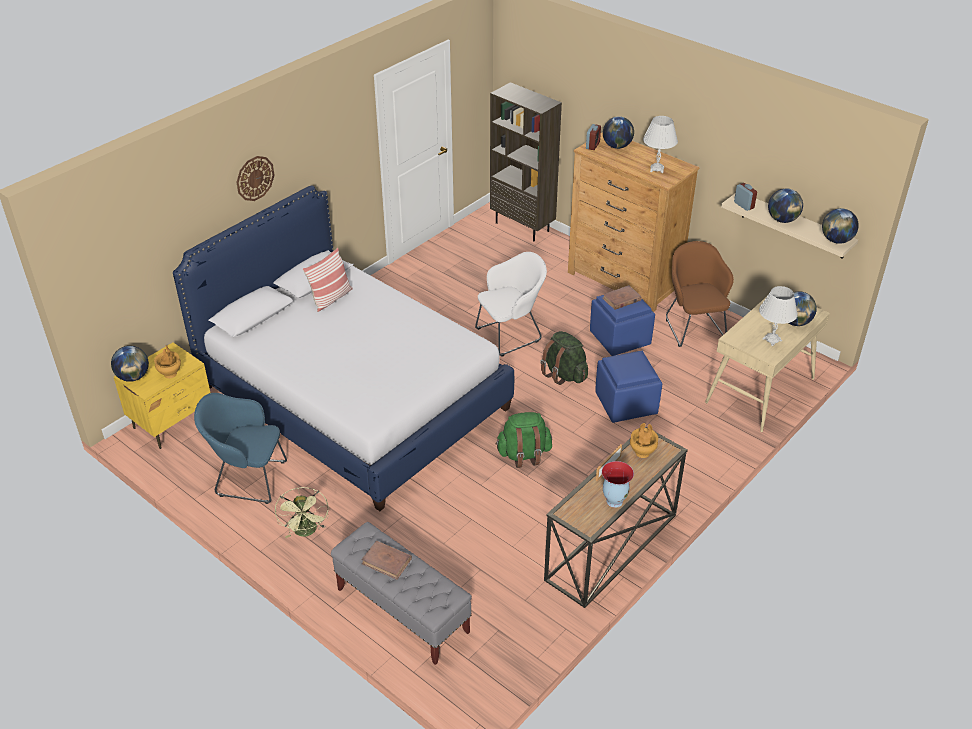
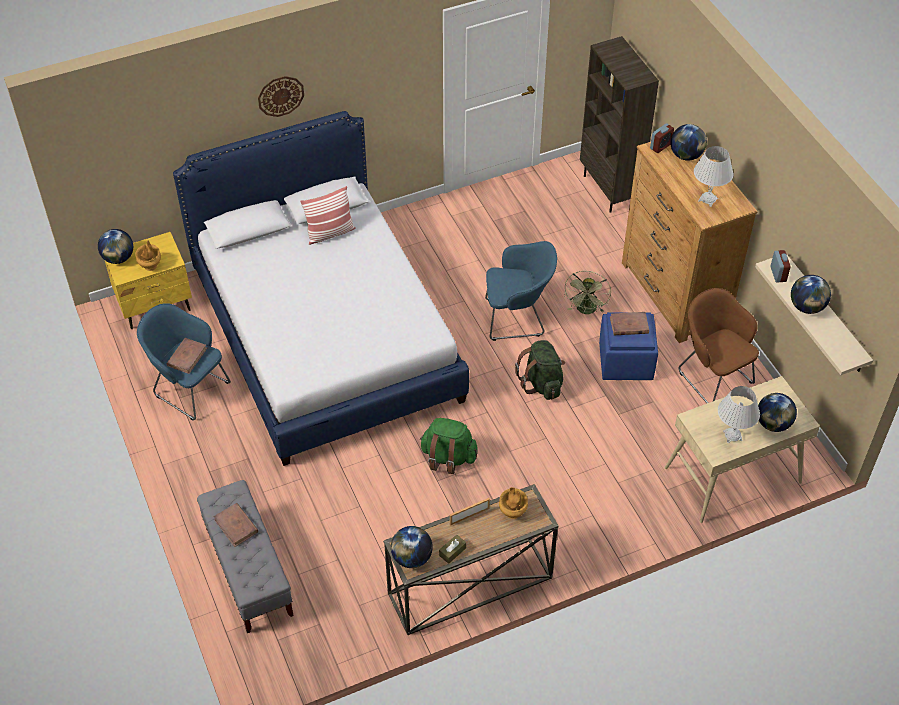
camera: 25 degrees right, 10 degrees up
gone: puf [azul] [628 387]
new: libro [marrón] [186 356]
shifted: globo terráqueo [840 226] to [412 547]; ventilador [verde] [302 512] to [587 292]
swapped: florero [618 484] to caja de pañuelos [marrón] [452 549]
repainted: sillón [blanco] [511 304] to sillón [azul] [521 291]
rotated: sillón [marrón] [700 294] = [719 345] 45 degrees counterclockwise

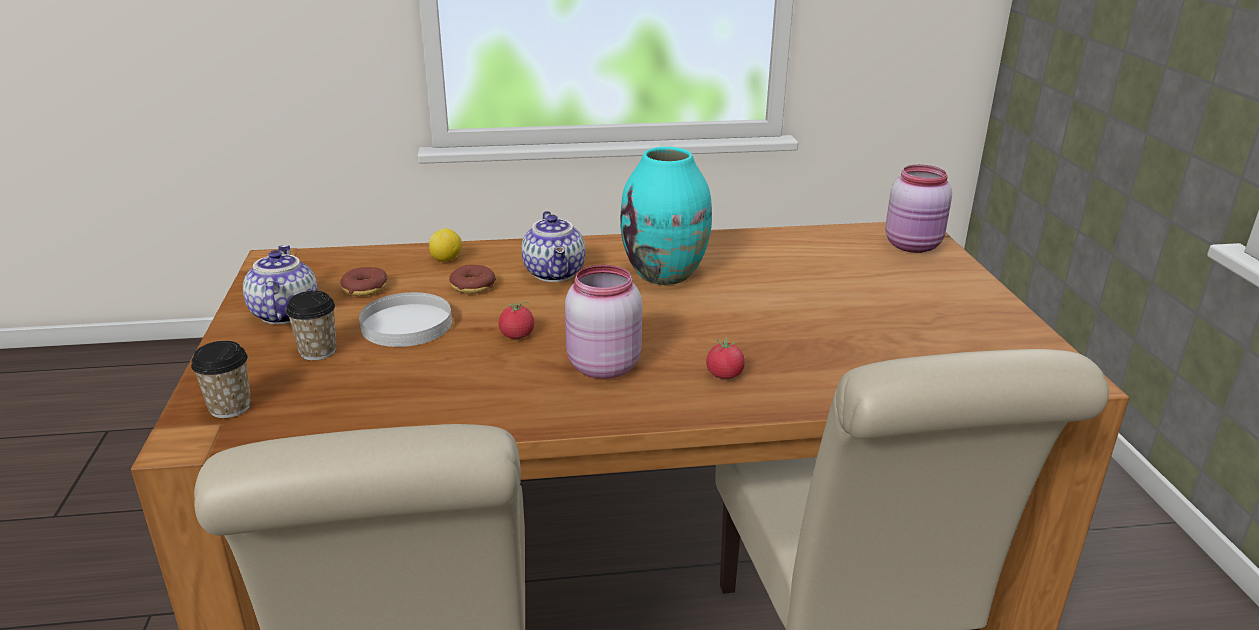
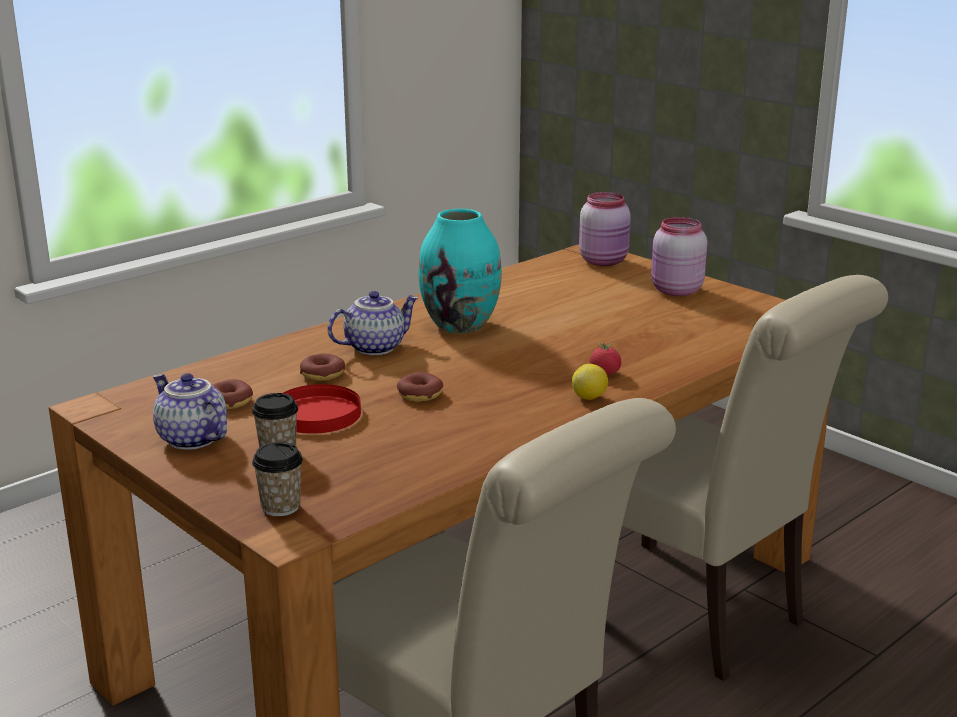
camera: 35 degrees left, 5 degrees down
shifted: limón [445 245] to [590 382]; tarro [rosa] [603 322] to [679 256]
swapped: tomate [516 320] to rosquilla [420 387]
repainted: plato [blanco] [405 319] to plato [rojo] [322 409]
rotated: tetera [553 246] = [373 323] 75 degrees counterclockwise

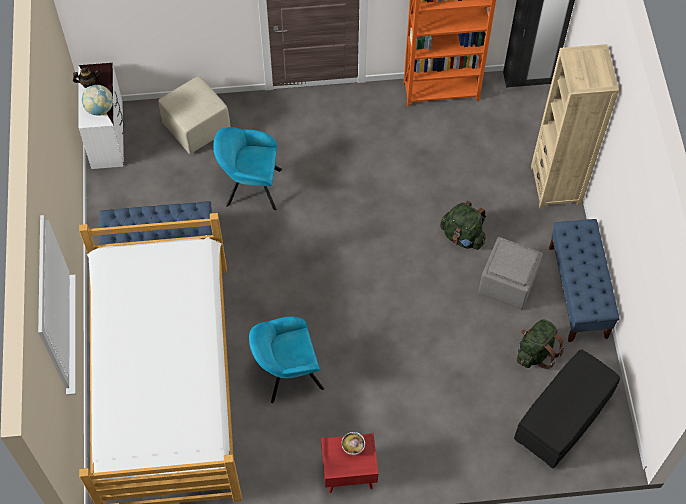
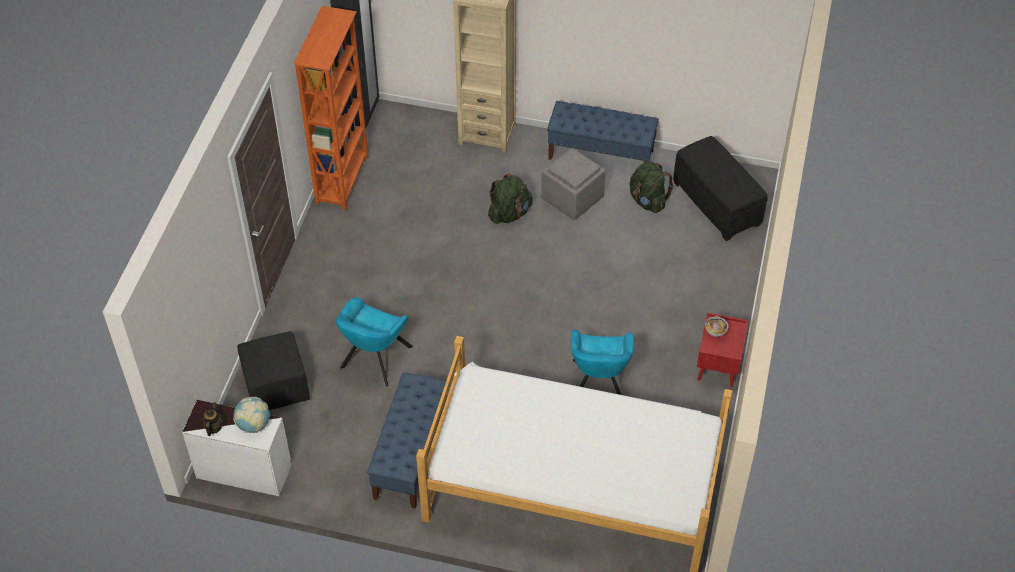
camera: 70 degrees left, 10 degrees down
repainted: puf [beis] [194 115] to puf [negro] [273 370]

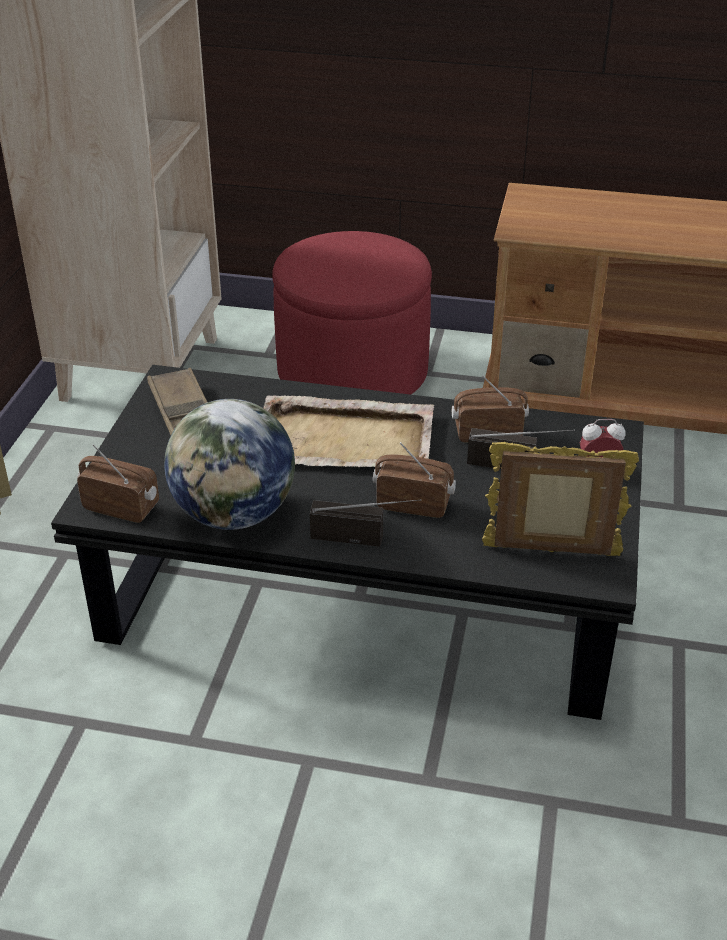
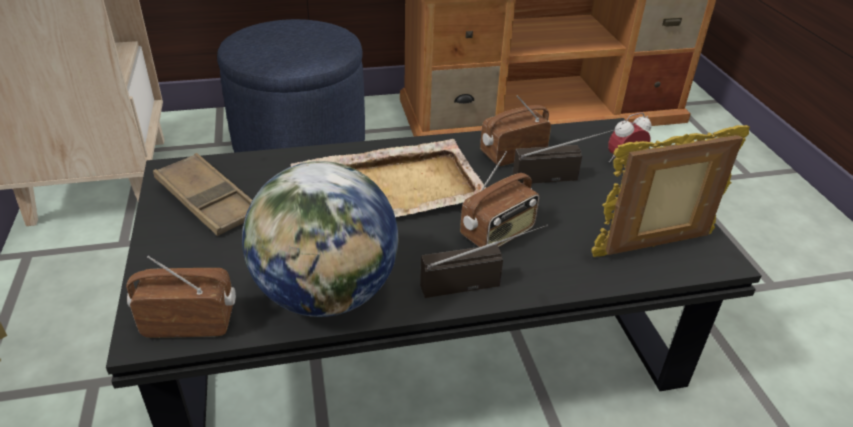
camera: 25 degrees left, 0 degrees up
repainted: puf [rojo] [352 313] to puf [azul] [291 86]
rotated: radio [414 480] = [499 199] 150 degrees clockwise

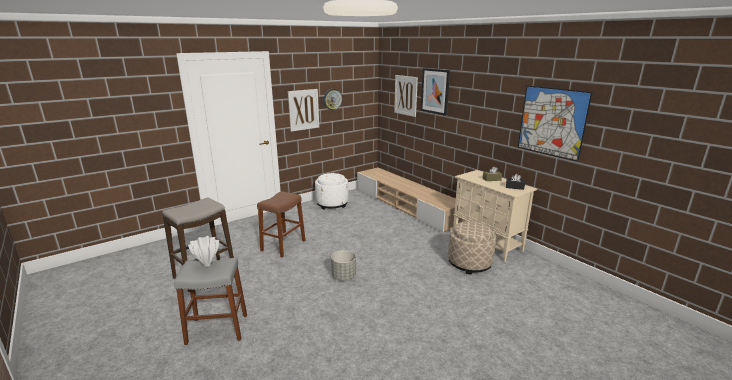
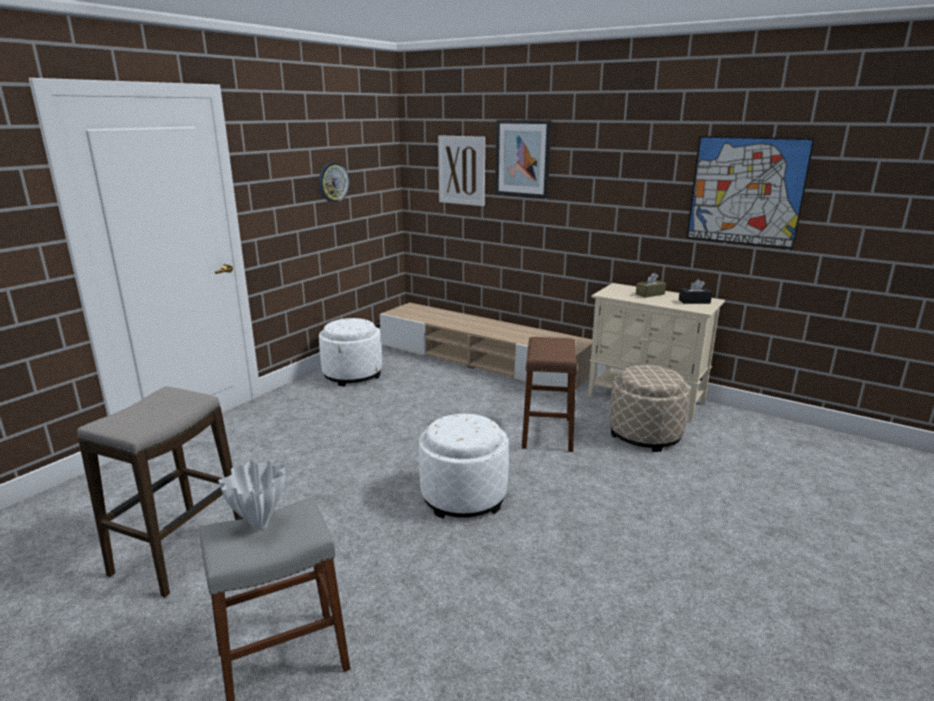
camera: 20 degrees left, 0 degrees up
gone: cuadro [303 110]
shifted: taburete [marrón] [281 224] to [549 394]
swapped: maceta [gris] [343 265] to puf [blanco] [464 466]

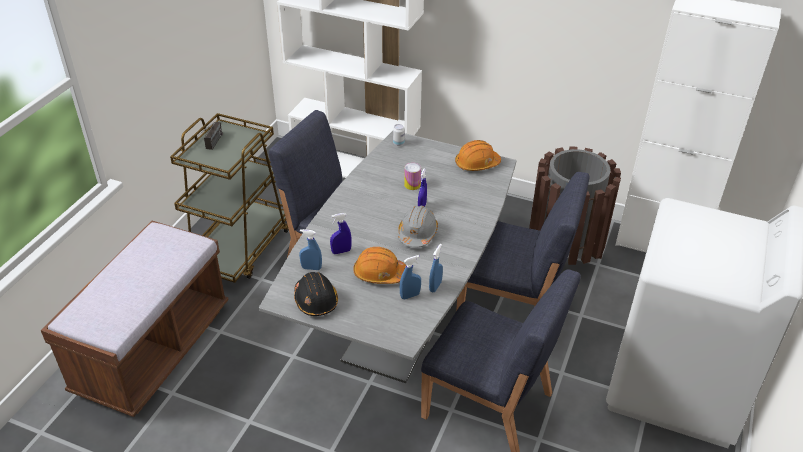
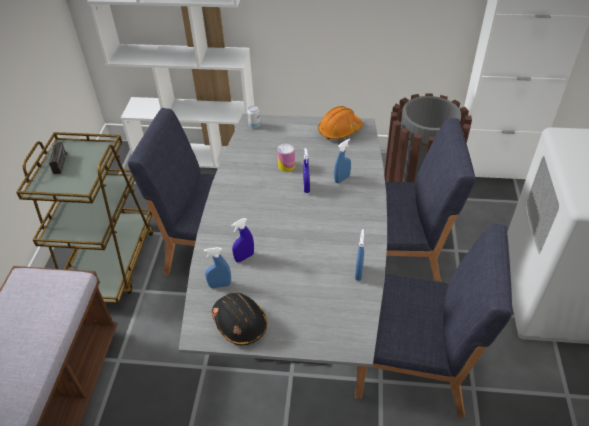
camera: 15 degrees left, 5 degrees up
gone: casco [naranja] [379 265]; casco [gris] [418 227]
shifted: pulverizador [azul] [410 277] to [342 160]

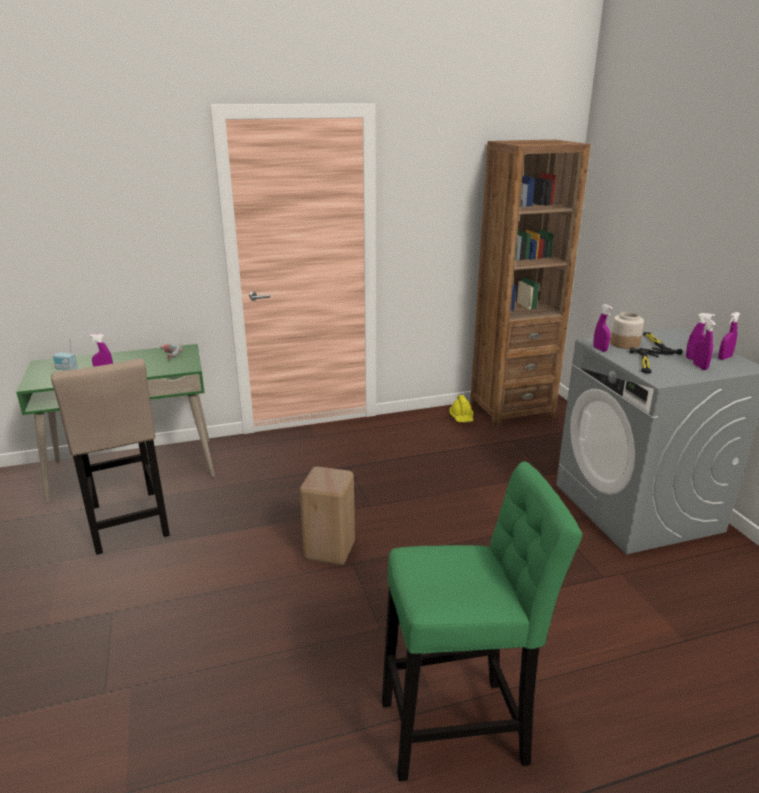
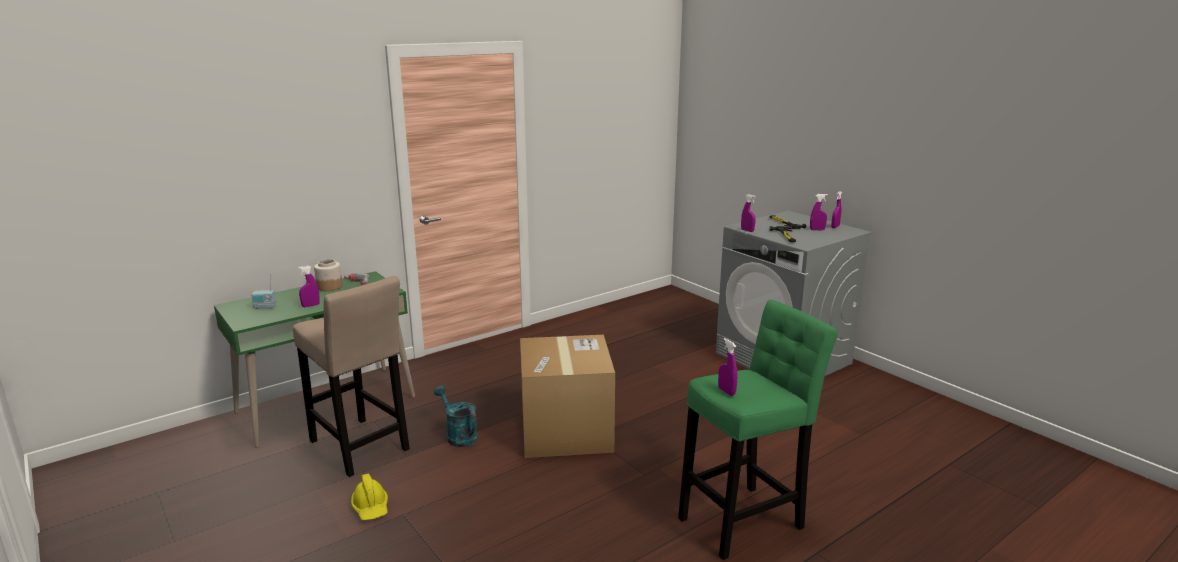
camera: 20 degrees left, 5 degrees down
gone: estantería [marrón] [530 283]
new: regadera [turquesa] [456 416]
shifted: tarro [627 330] to [328 275]; casco [amarillo] [461 408] to [369 496]; pulverizador [morado] [704 344] to [728 367]
swapped: taburete [beis] [327 515] to caja de cartón [567 396]

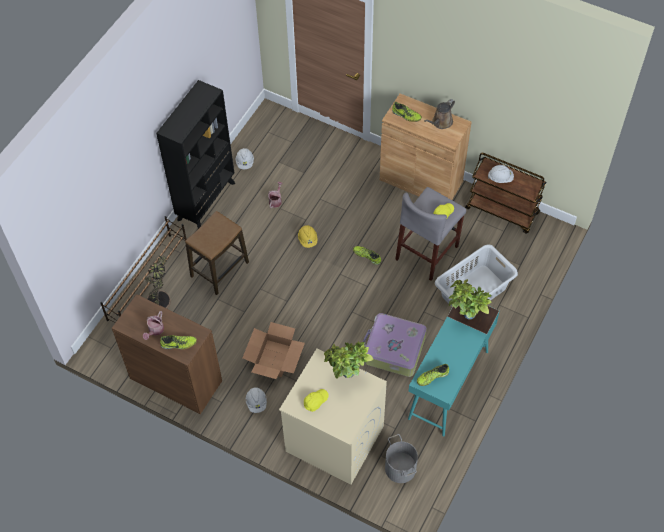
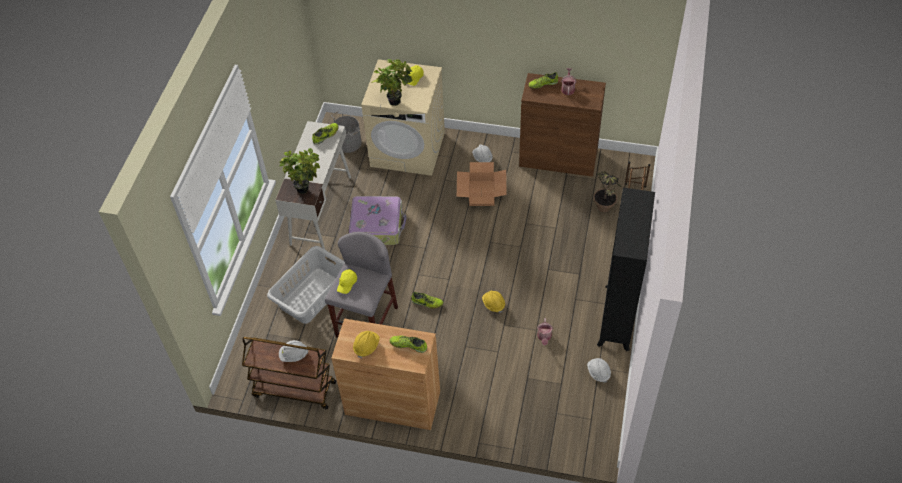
camera: 165 degrees right, 5 degrees down
gone: taburete [217 253]
swapped: regadera [marrón] [440 114] to casco [amarillo] [366 345]
repainted: escritorio [turquesa] [454 368] to escritorio [blanco] [313 185]

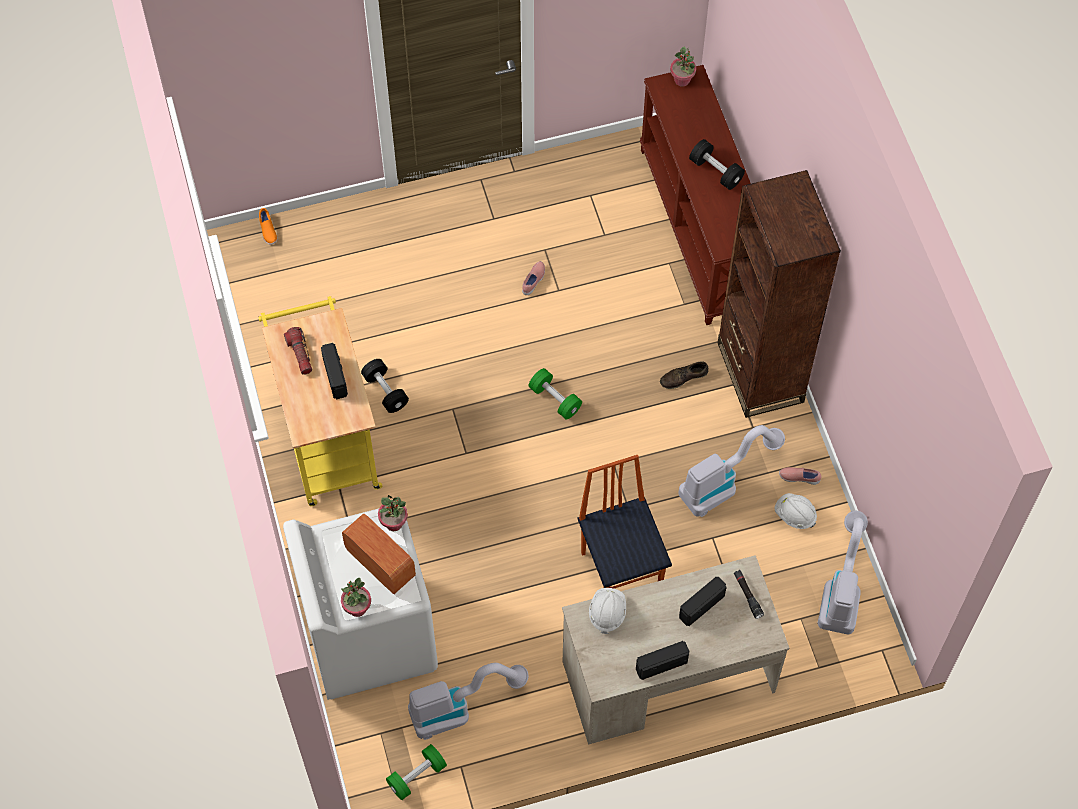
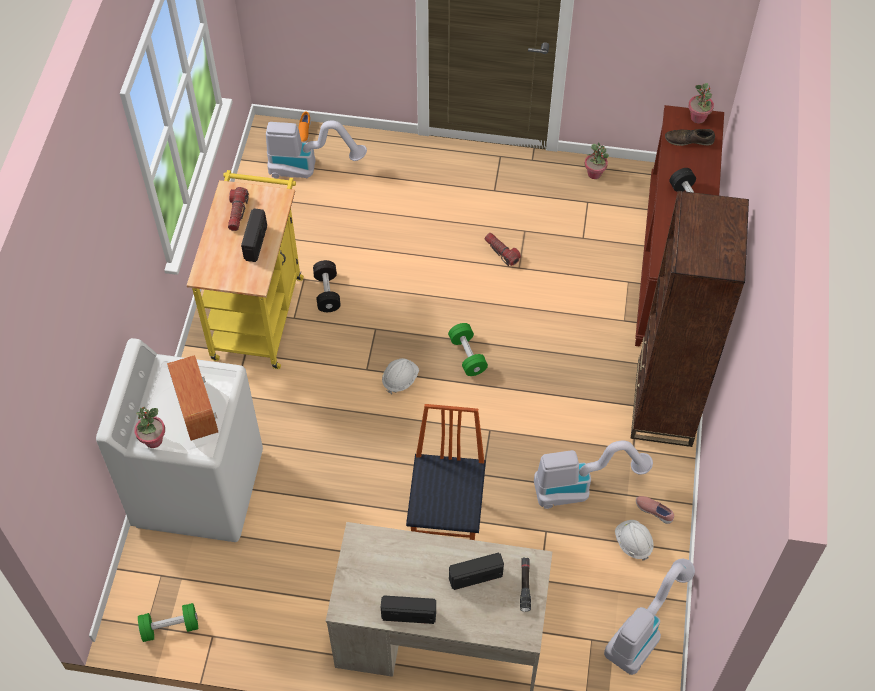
camera: 25 degrees right, 5 degrees down
shifted: aspiradora [468 701] to [316 149]; casco [blanco] [607 611] to [400 376]; planta en maceta [393 513] to [597 160]; zapato [marrón] [684 375] to [690 137]
swapped: zapato [rosa] [533 278] to linterna [503 249]

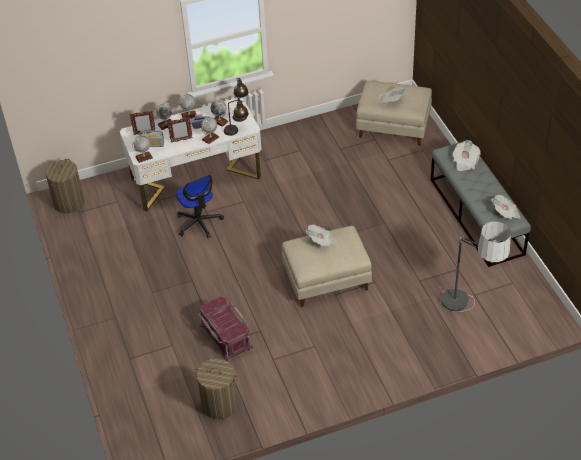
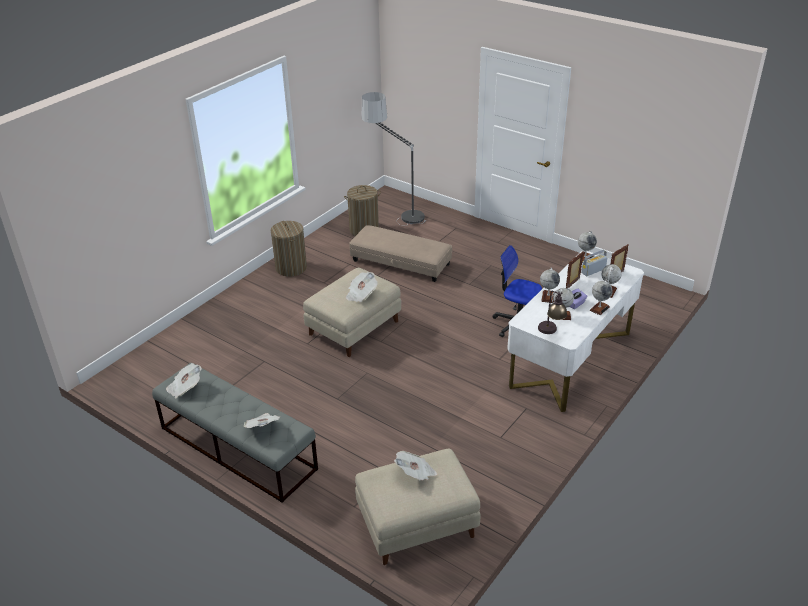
camera: 145 degrees right, 10 degrees down
gone: lámpara de mesa [236 117]
shifted: cesto de la ropa [64 186] to [289 249]; lámpara de pie [476 266] to [394 159]
swapped: caja de almacenaje [rojo] [226 329] to puf [beis] [401 253]

